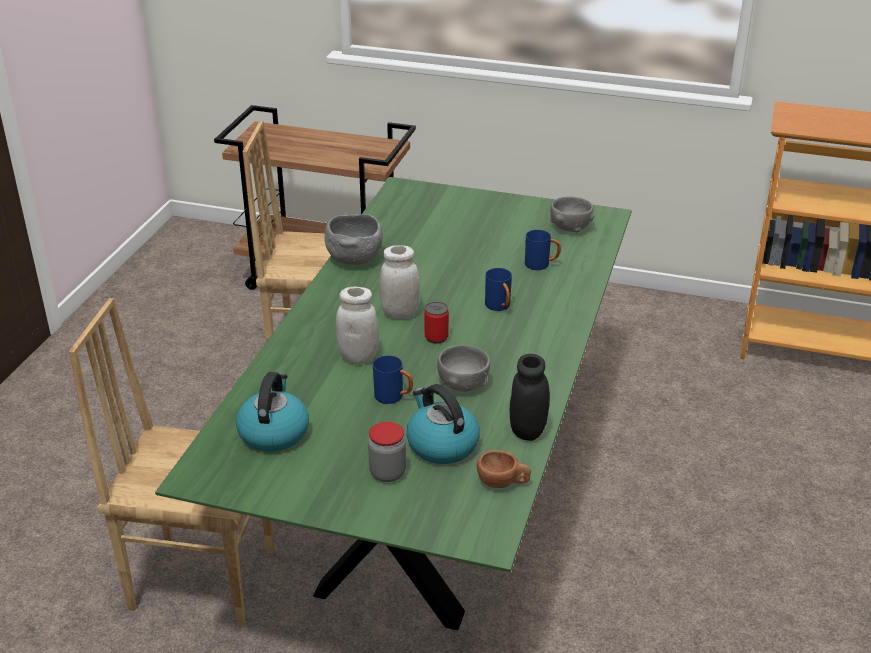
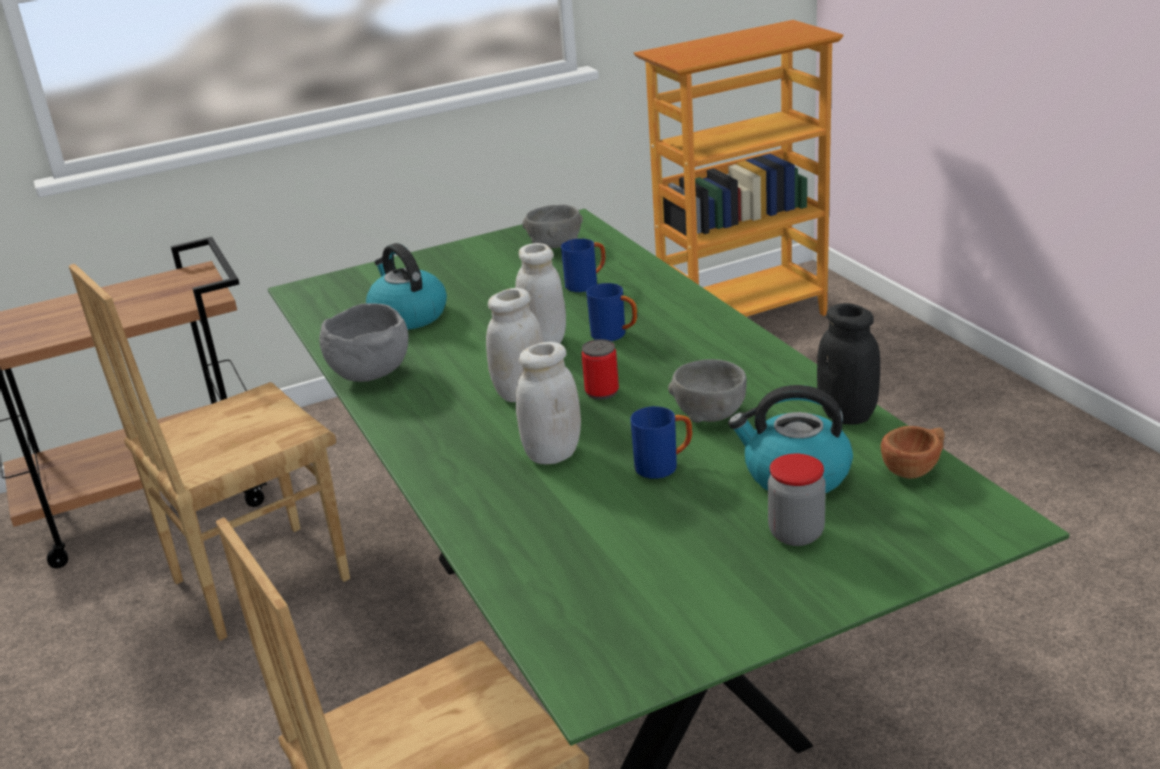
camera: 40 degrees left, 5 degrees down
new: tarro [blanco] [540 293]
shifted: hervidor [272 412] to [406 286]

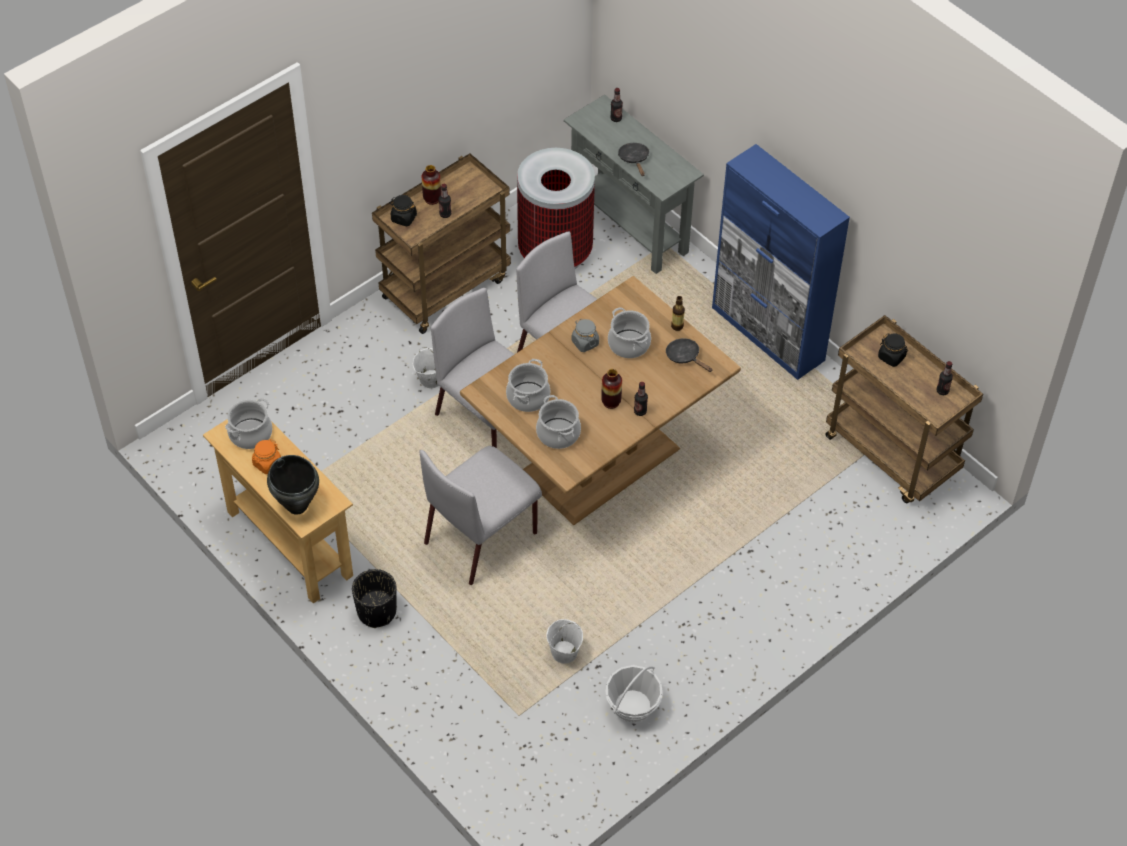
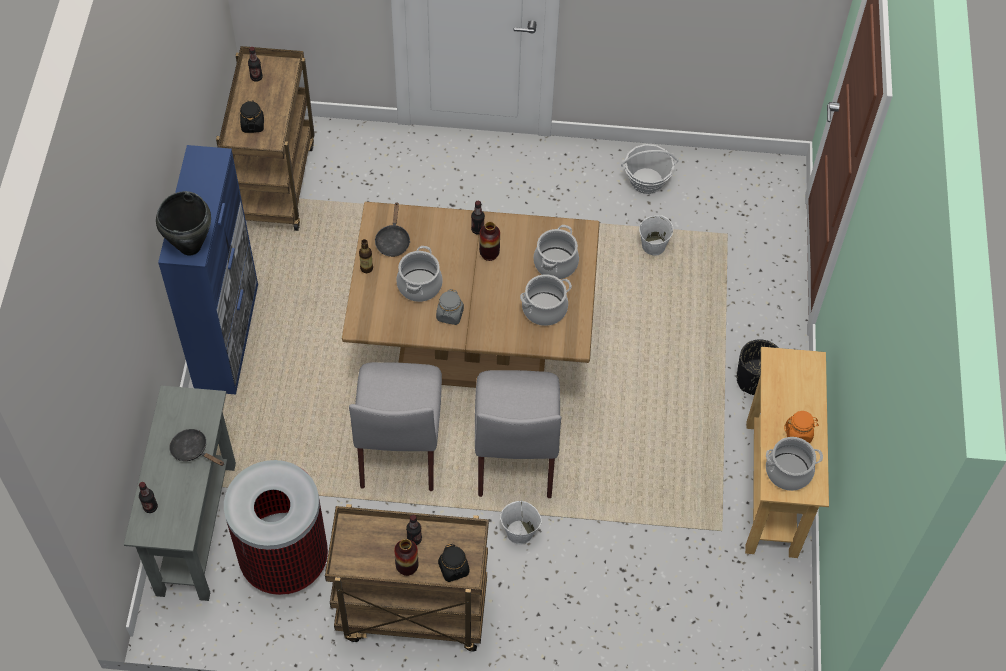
camera: 135 degrees left, 5 degrees up
gone: silla [gris] [481 515]
shifted: olla [negro] [293 485] to [183 223]
rotated: sartén [negro] [633 159] = [196 447] 90 degrees clockwise

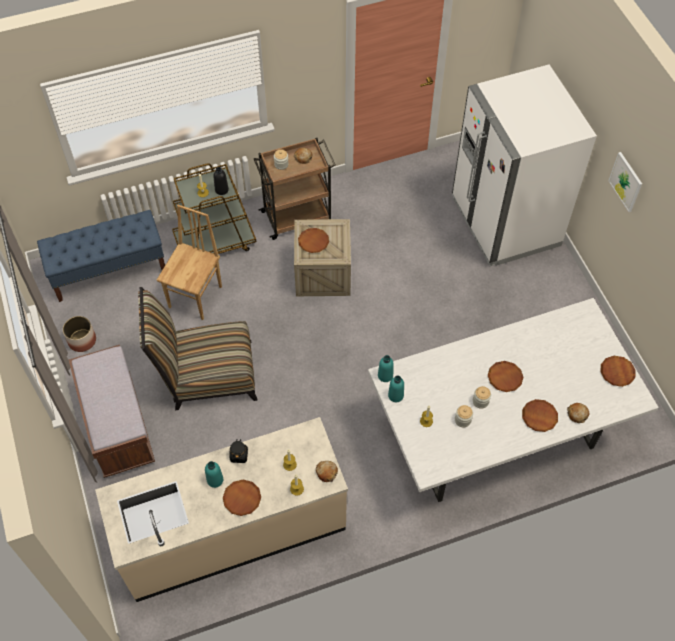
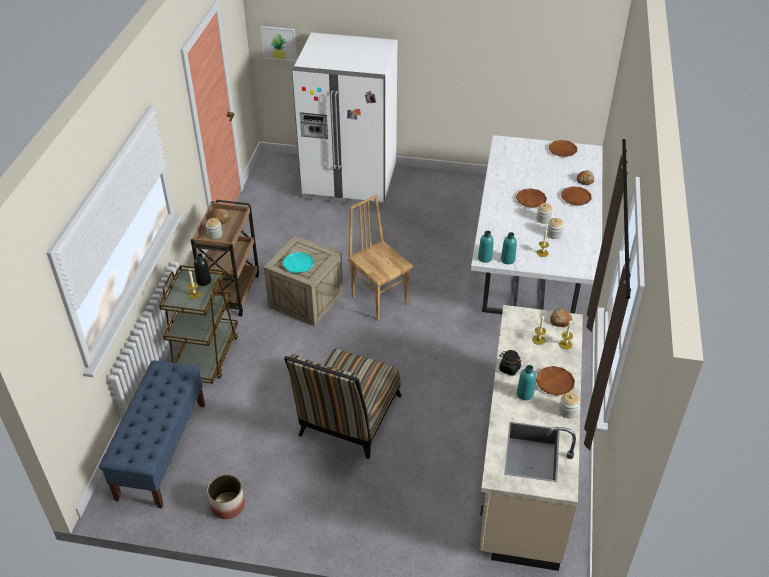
camera: 60 degrees left, 15 degrees down
gone: banco [marrón] [112 411]
new: tarro [569 405]
shifted: cuadro [625 182] to [279 43]; silla [marrón] [189 262] to [380 257]
repainted: plato [marrón] [313 240] to plato [turquesa] [298 262]

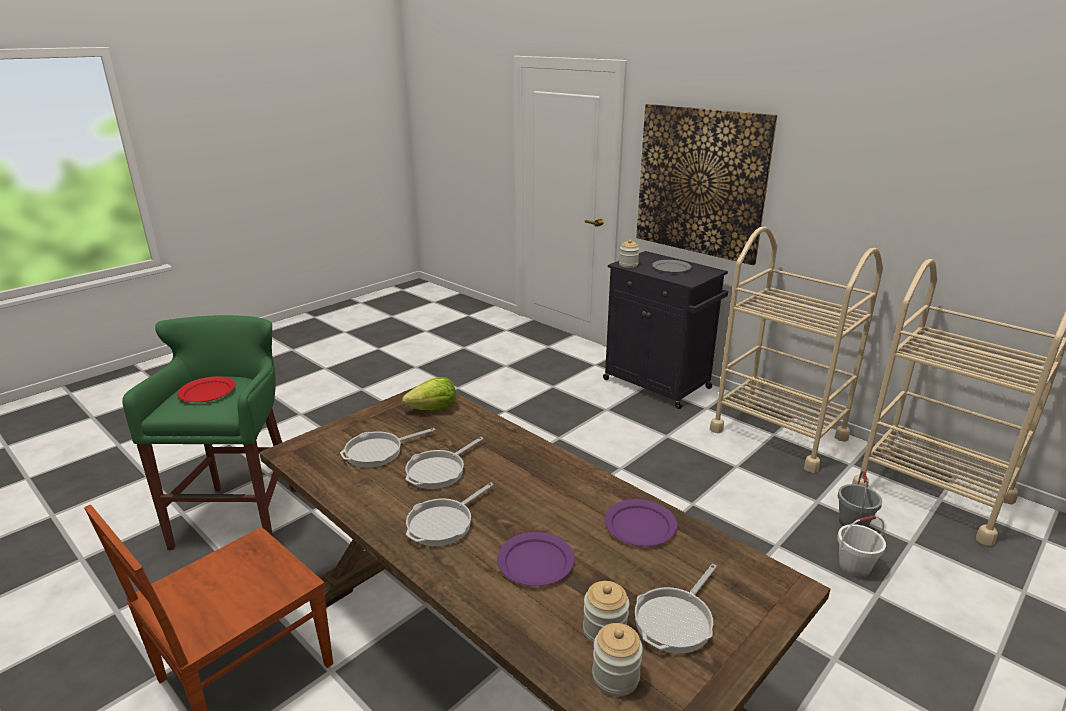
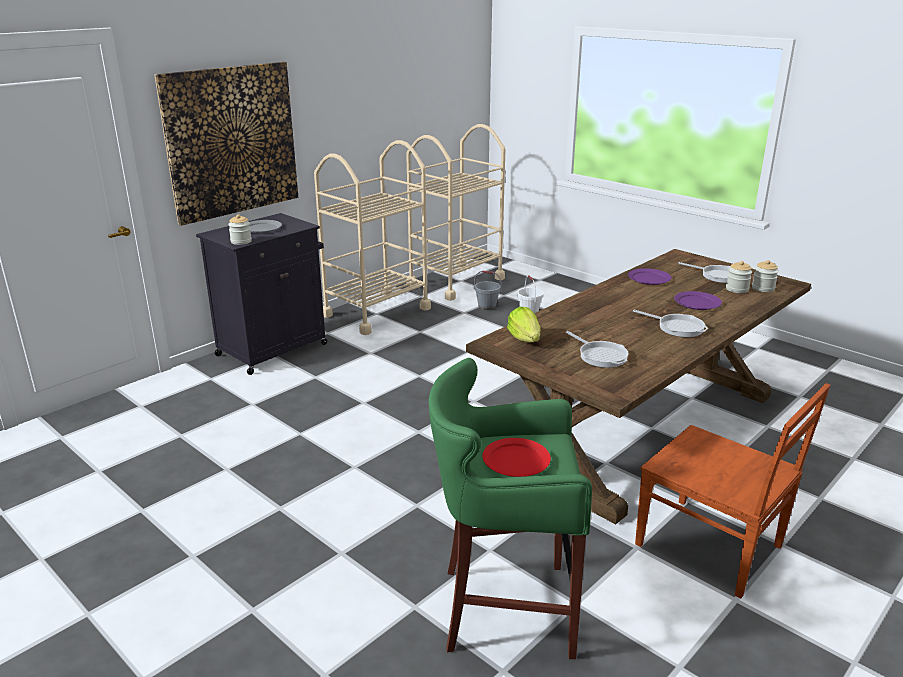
camera: 90 degrees left, 0 degrees up
gone: sartén [444 463]

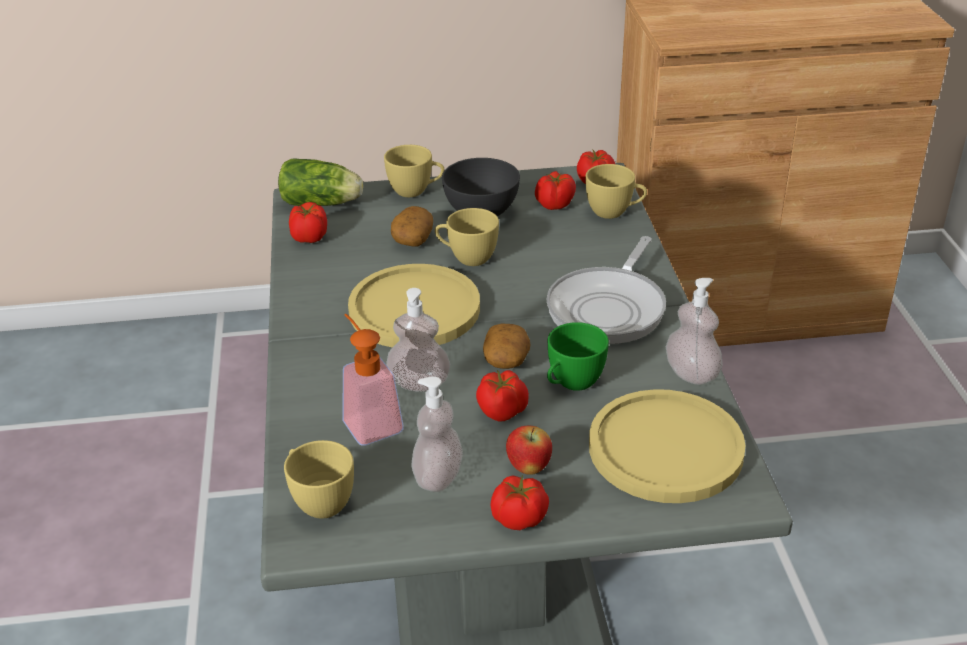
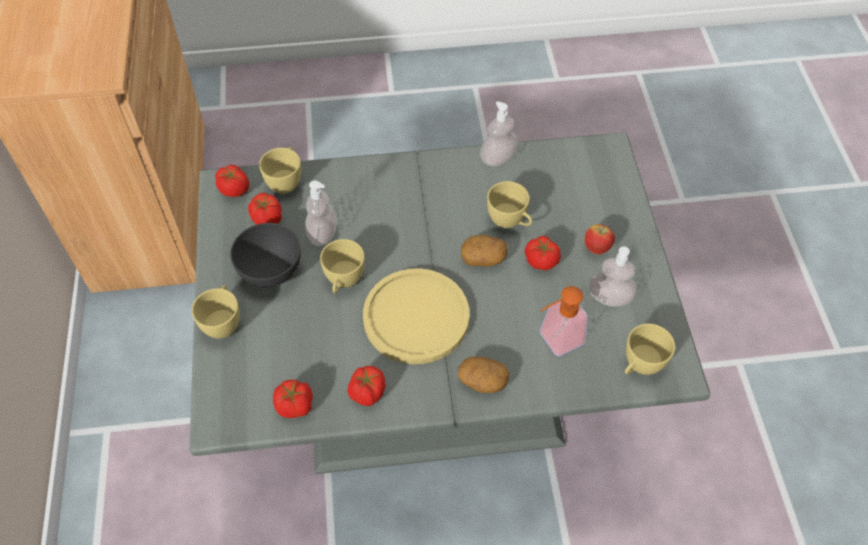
camera: 90 degrees left, 20 degrees up
gone: lechuga [320 182]; sartén [606 290]; plato [amarillo] [667 446]
shifted: dispensador de jabón [418 340] to [321 213]; tomate [519 502] to [367 386]; patata [412 226] to [484 375]
repainted: taza [verde] [578 356] to taza [amarillo] [509 204]

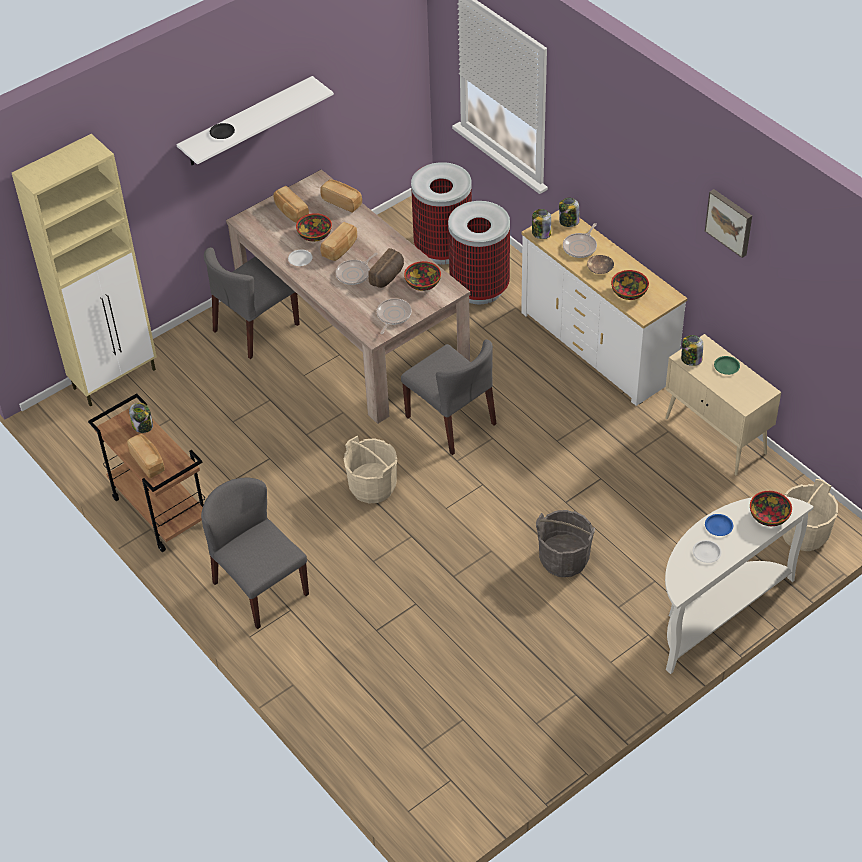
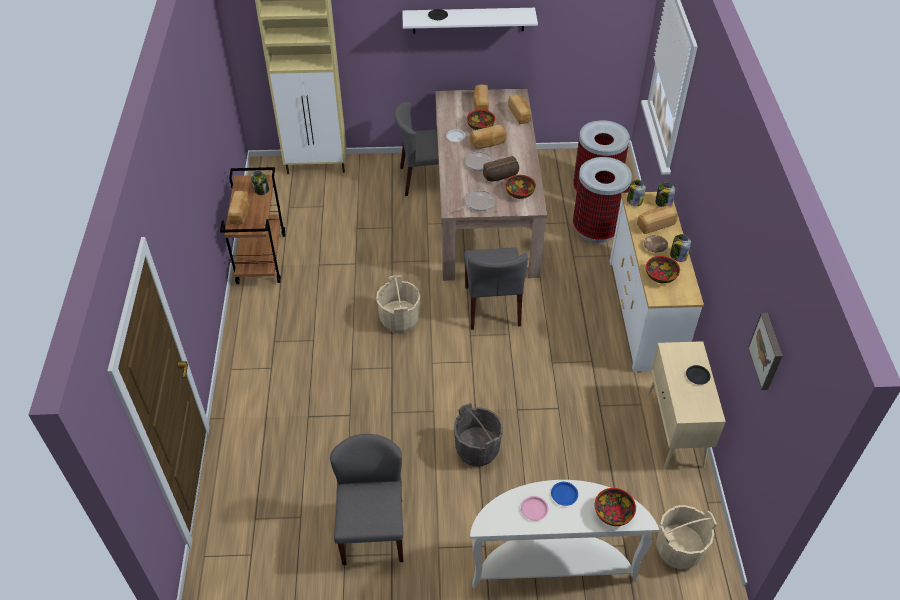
camera: 35 degrees right, 0 degrees up
shifted: silla [gris] [255 553] to [366 499]; tarro [692 350] to [680 248]; cuadro [728 223] to [765 351]
swapped: sartén [580 240] to pan [657 220]
repainted: plato [blanco] [707 551] to plato [rosa] [535 508]; plato [verde] [727 365] to plato [negro] [698 375]

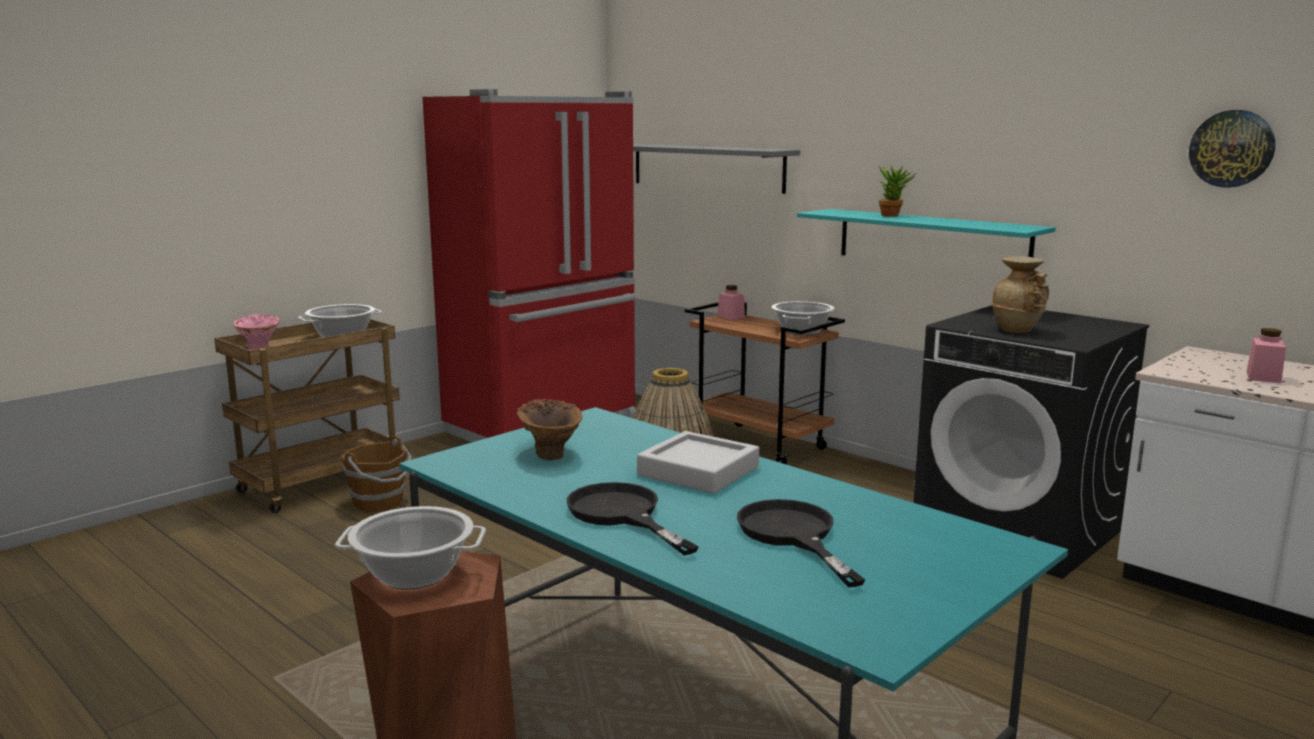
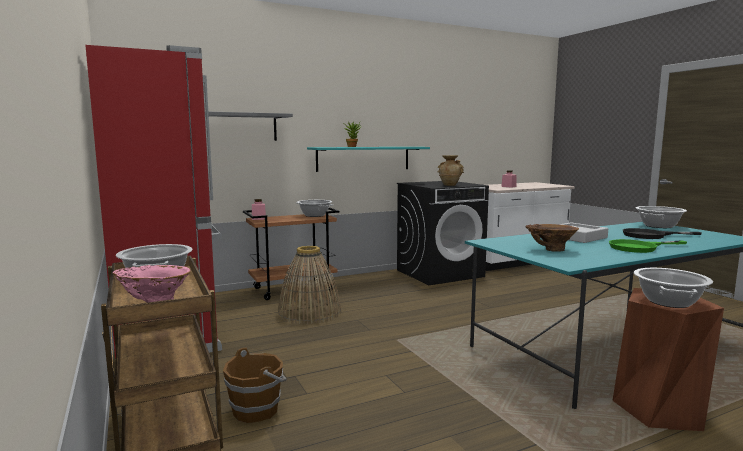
camera: 70 degrees left, 5 degrees down
gone: reloj de pared [1232 149]
new: olla [661 217]
repainted: sartén [negro] [632 518] to sartén [verde] [648 246]

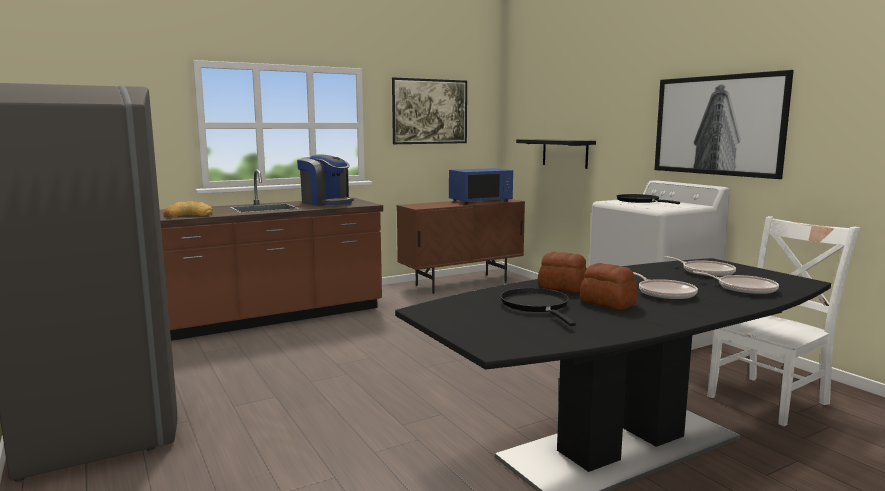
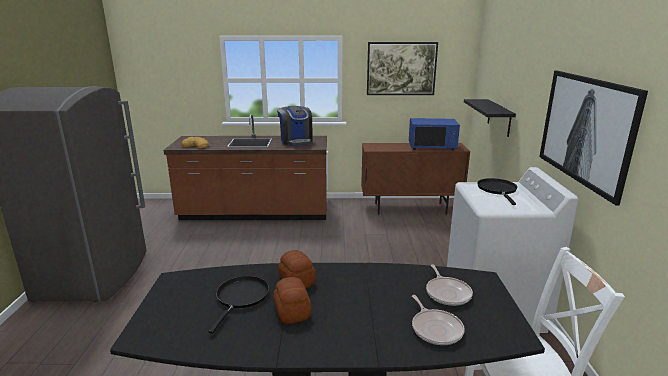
camera: 30 degrees right, 10 degrees up
gone: sartén [665 286]

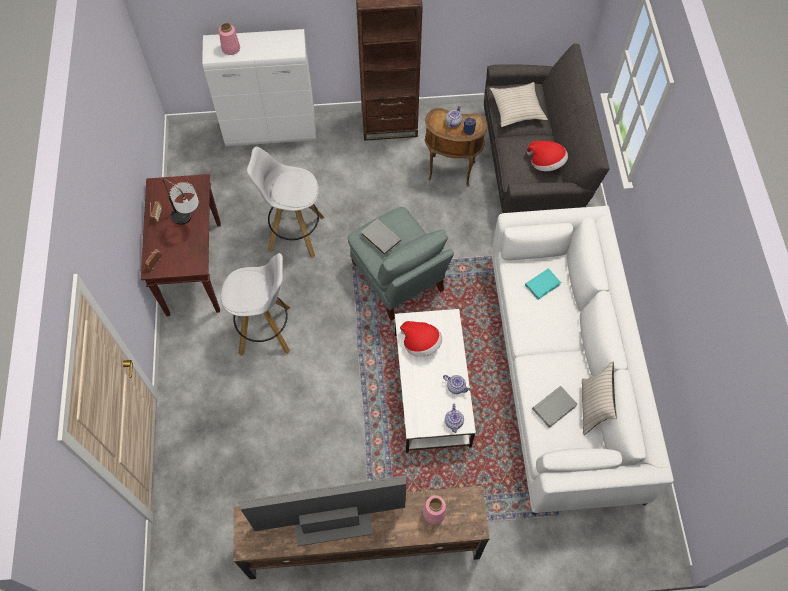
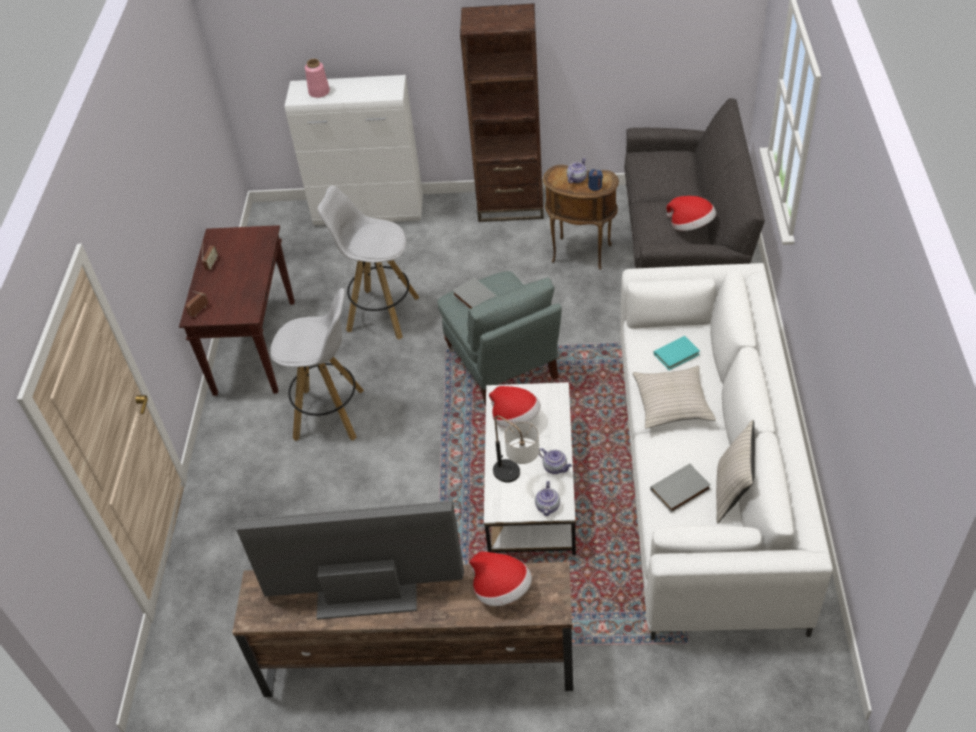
camera: 10 degrees right, 15 degrees down
shifted: lámpara de mesa [181 202] to [516 449]; cojín [beis] [519 104] to [674 397]
swapped: florero [rosa] [434 509] to sombrero [500 578]

